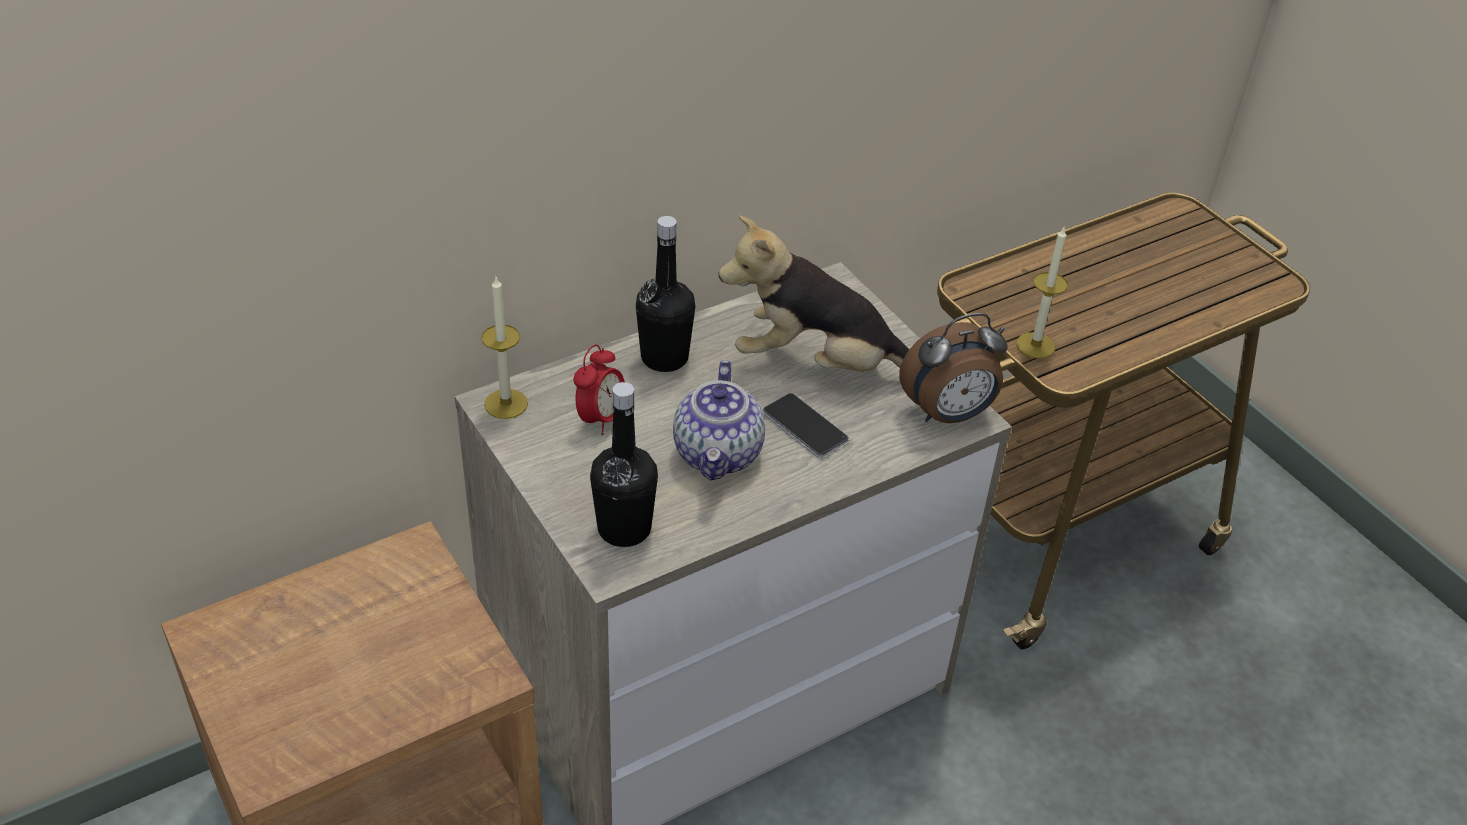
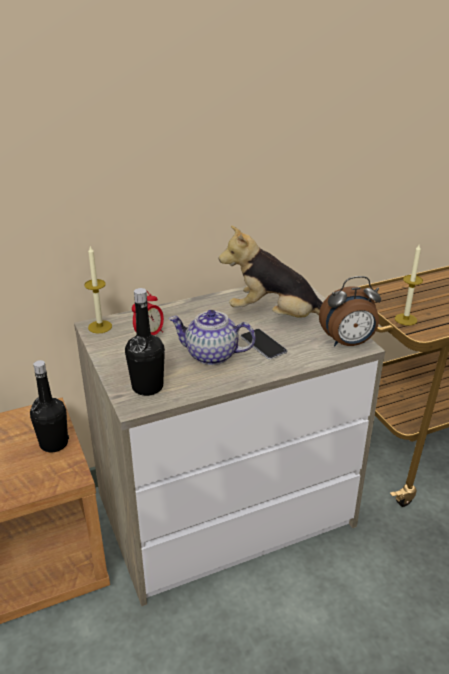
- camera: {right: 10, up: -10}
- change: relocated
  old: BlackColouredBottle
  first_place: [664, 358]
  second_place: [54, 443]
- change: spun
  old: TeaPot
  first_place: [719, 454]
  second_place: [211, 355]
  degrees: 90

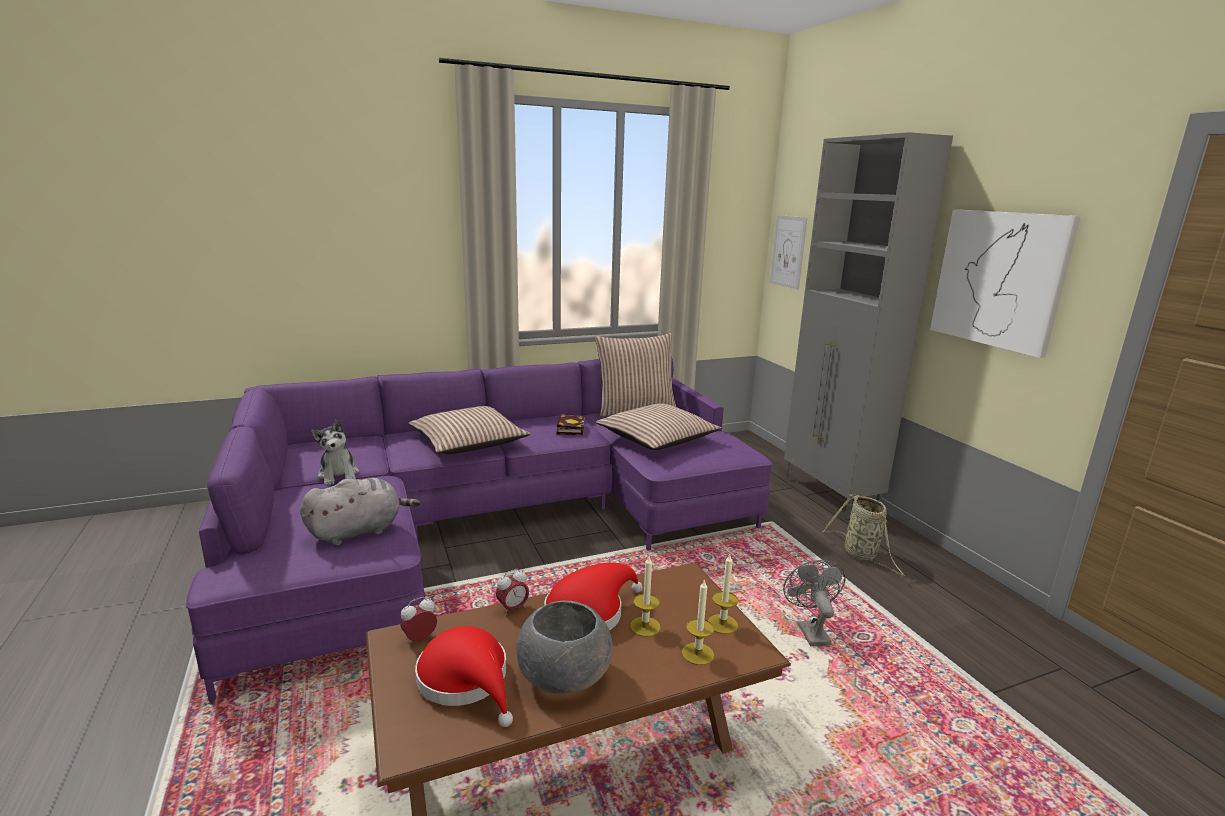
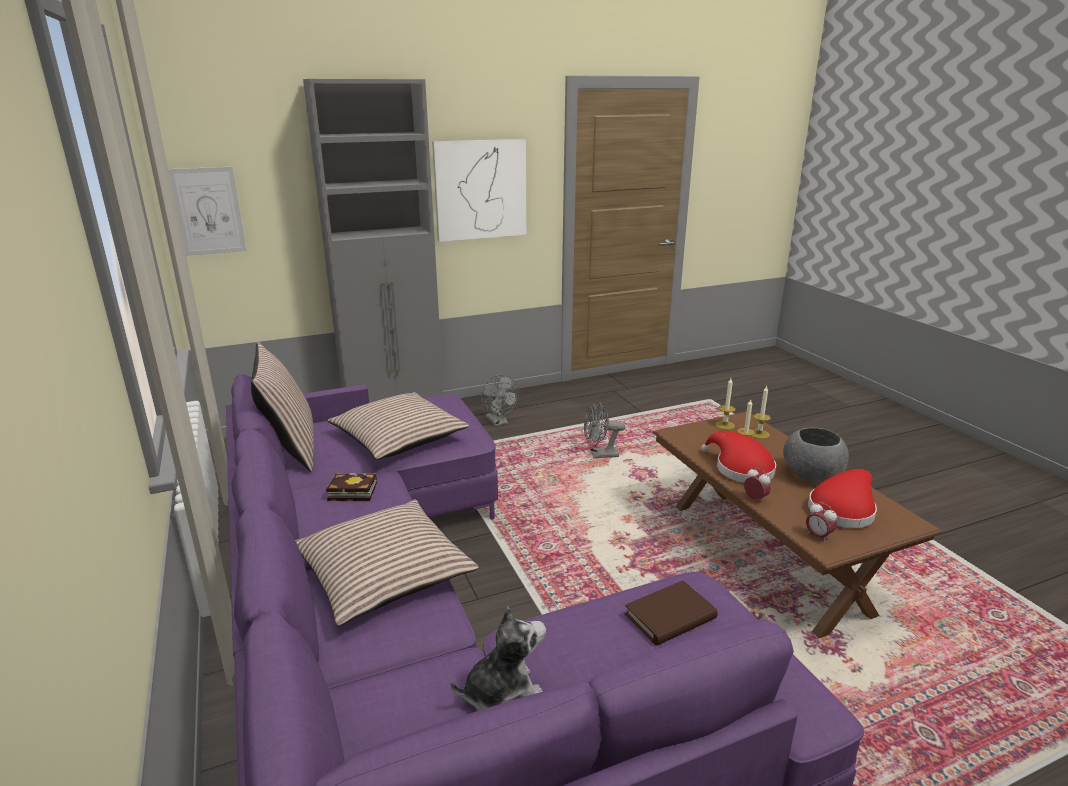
- camera: {right: -90, up: 5}
- change: exchanged
  old: GraySoftToy
  new: BrownColouredVolume
  first_place: [359, 531]
  second_place: [670, 617]
- change: exchanged
  old: StorageBasket
  new: GrayFan
  first_place: [862, 555]
  second_place: [499, 422]

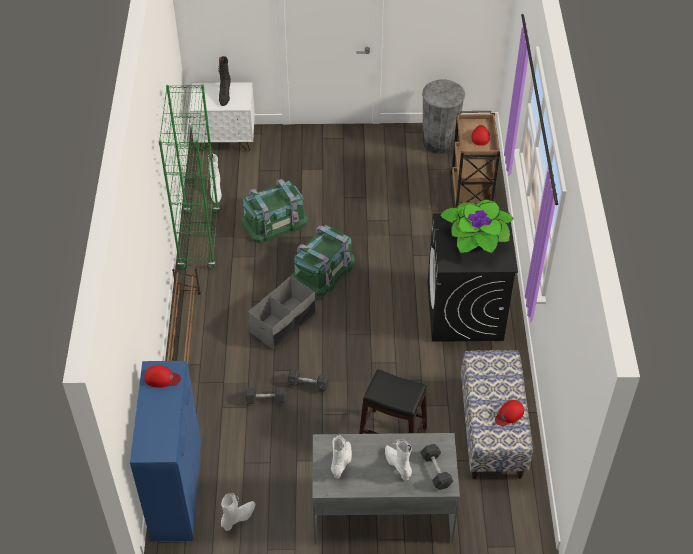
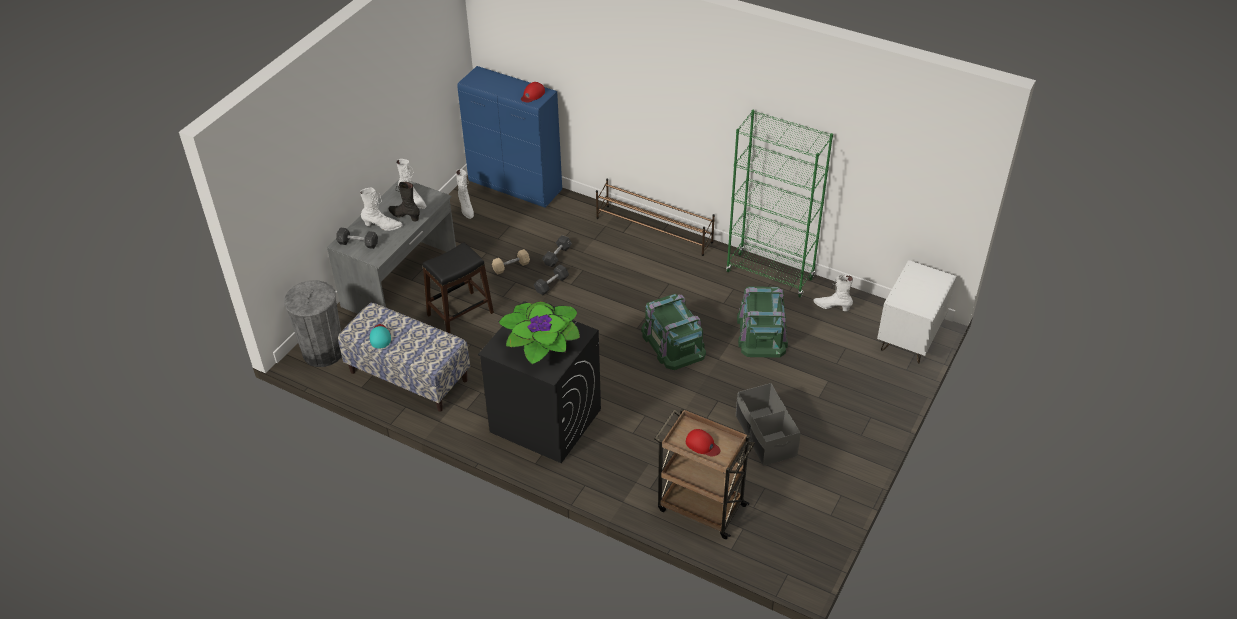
- camera: {right: 120, up: -5}
- change: appeared
  new: BeigeColouredHandWeight
  second_place: [511, 266]
- change: relocated
  old: BlackColouredHighTopBoot
  first_place: [224, 95]
  second_place: [405, 216]
- change: relocated
  old: GrayStorageBin
  first_place: [283, 323]
  second_place: [765, 436]
- change: relocated
  old: GrayTrashCan
  first_place: [439, 142]
  second_place: [323, 352]
- change: colour
  old: ReddishCap
  new: TurquoiseColouredCap
  first_place: [509, 414]
  second_place: [380, 337]

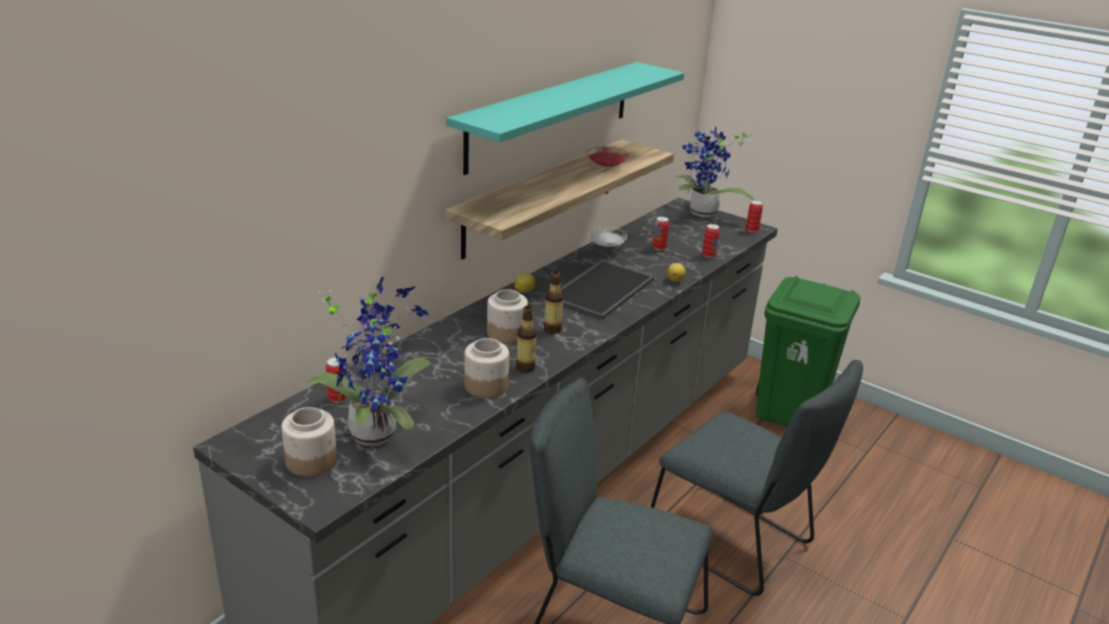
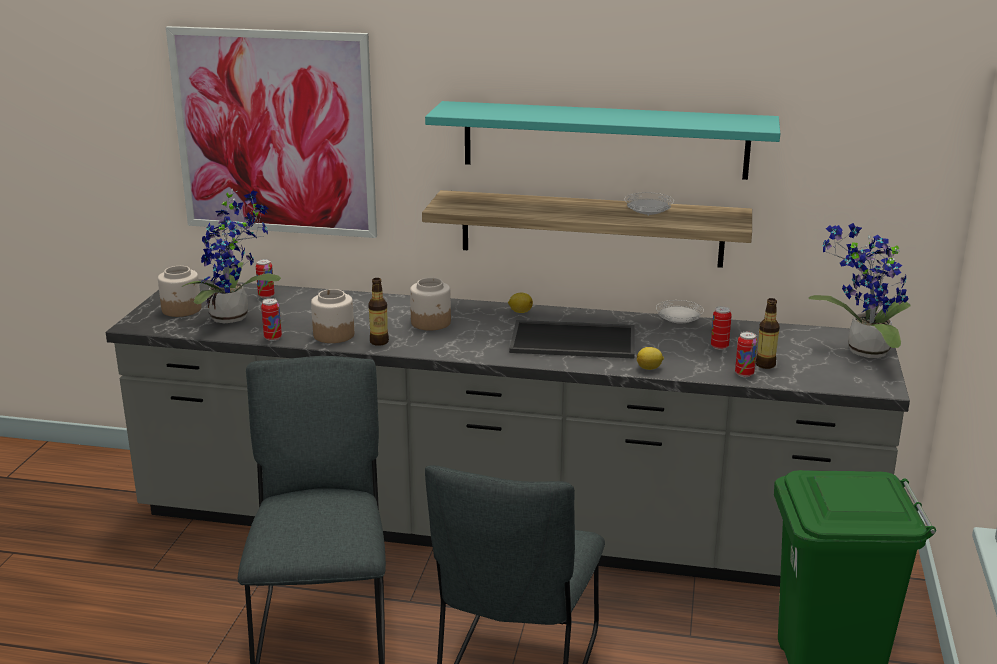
- camera: {right: 65, up: -5}
- change: appeared
  new: WallPicture
  second_place: [274, 133]
- change: relocated
  old: Bottle
  first_place: [552, 330]
  second_place: [765, 365]
- change: relocated
  old: SealedCan
  first_place: [752, 230]
  second_place: [273, 338]
- change: colour
  old: ReddishPlate
  new: WhitePlate
  first_place: [606, 166]
  second_place: [648, 215]

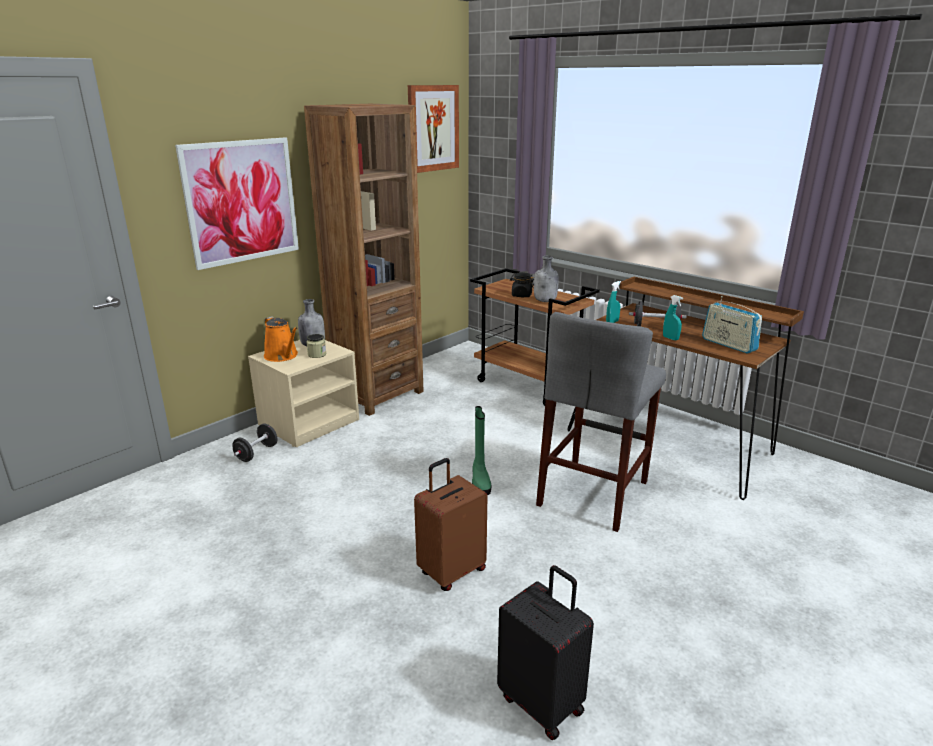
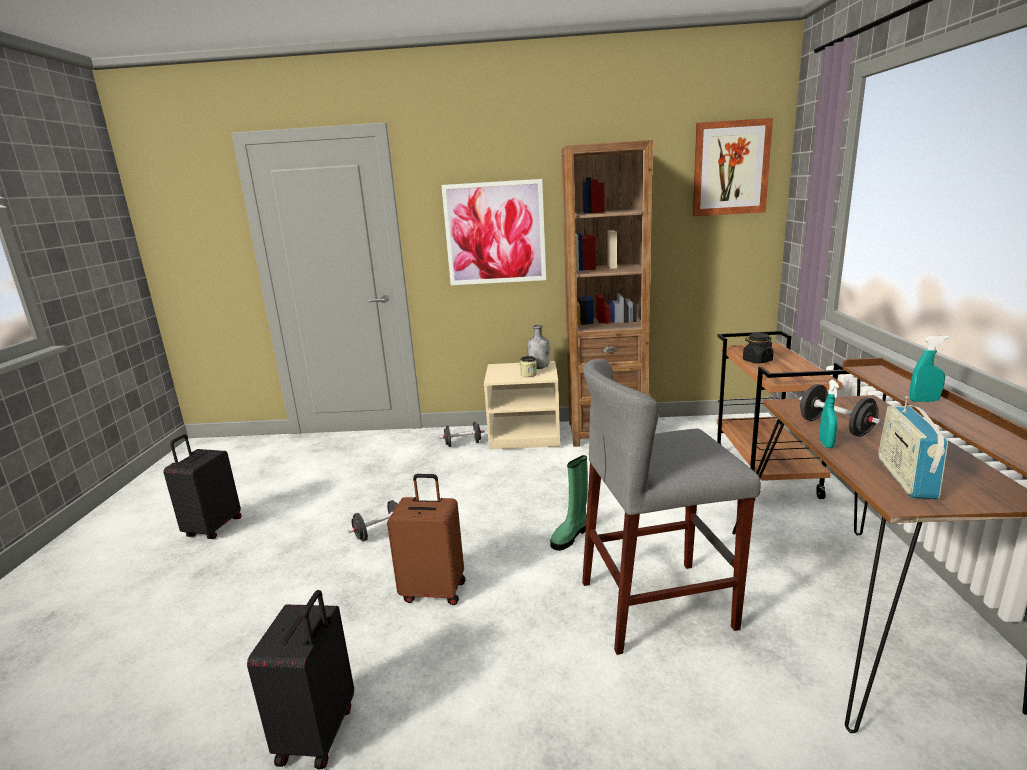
- camera: {right: 50, up: -5}
- change: missing
  old: OrangeColouredWateringCan
  first_place: [282, 356]
- change: missing
  old: GrayBottle
  first_place: [545, 301]
- change: appeared
  new: BlackColouredPieceOfLuggage
  second_place: [212, 528]
- change: appeared
  new: BlackColouredHandWeight
  second_place: [379, 532]
- change: relocated
  old: TurquoiseColouredSprayer
  first_place: [612, 322]
  second_place: [924, 401]

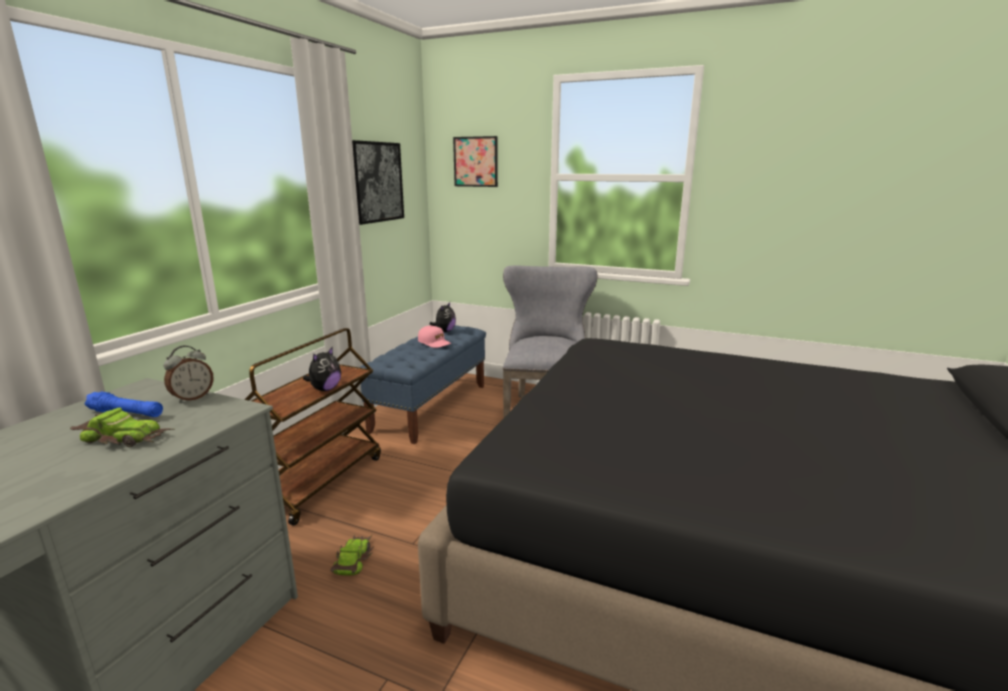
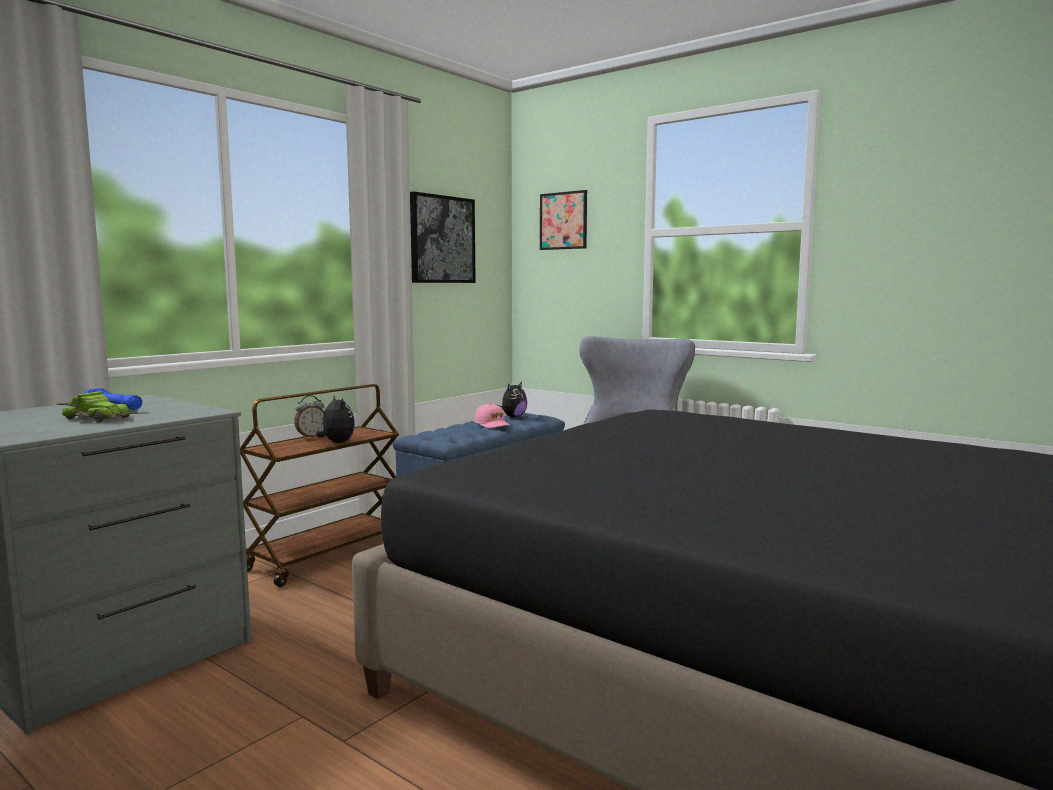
- camera: {right: 15, up: -10}
- change: missing
  old: ModelCar
  first_place: [353, 559]
- change: relocated
  old: AlarmClock
  first_place: [192, 398]
  second_place: [311, 436]
- change: spun
  old: SoftToy
  first_place: [325, 389]
  second_place: [336, 443]
  degrees: -75

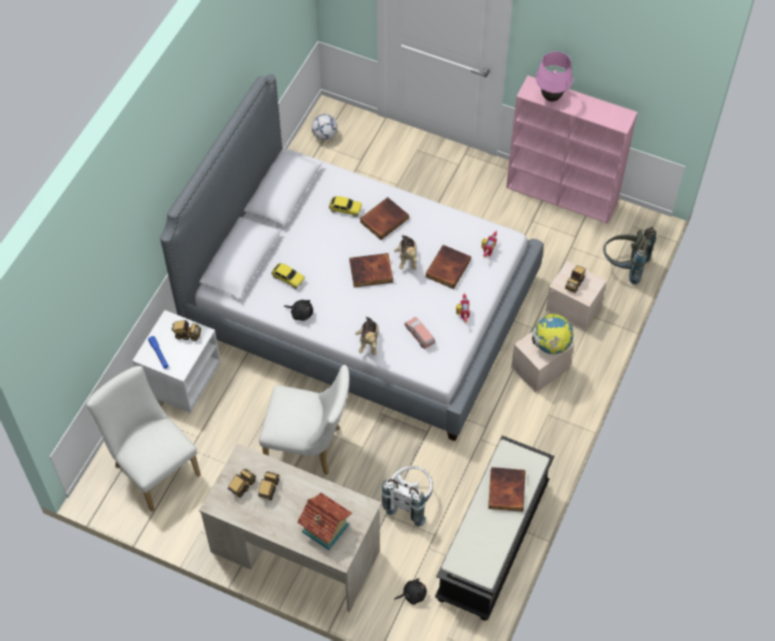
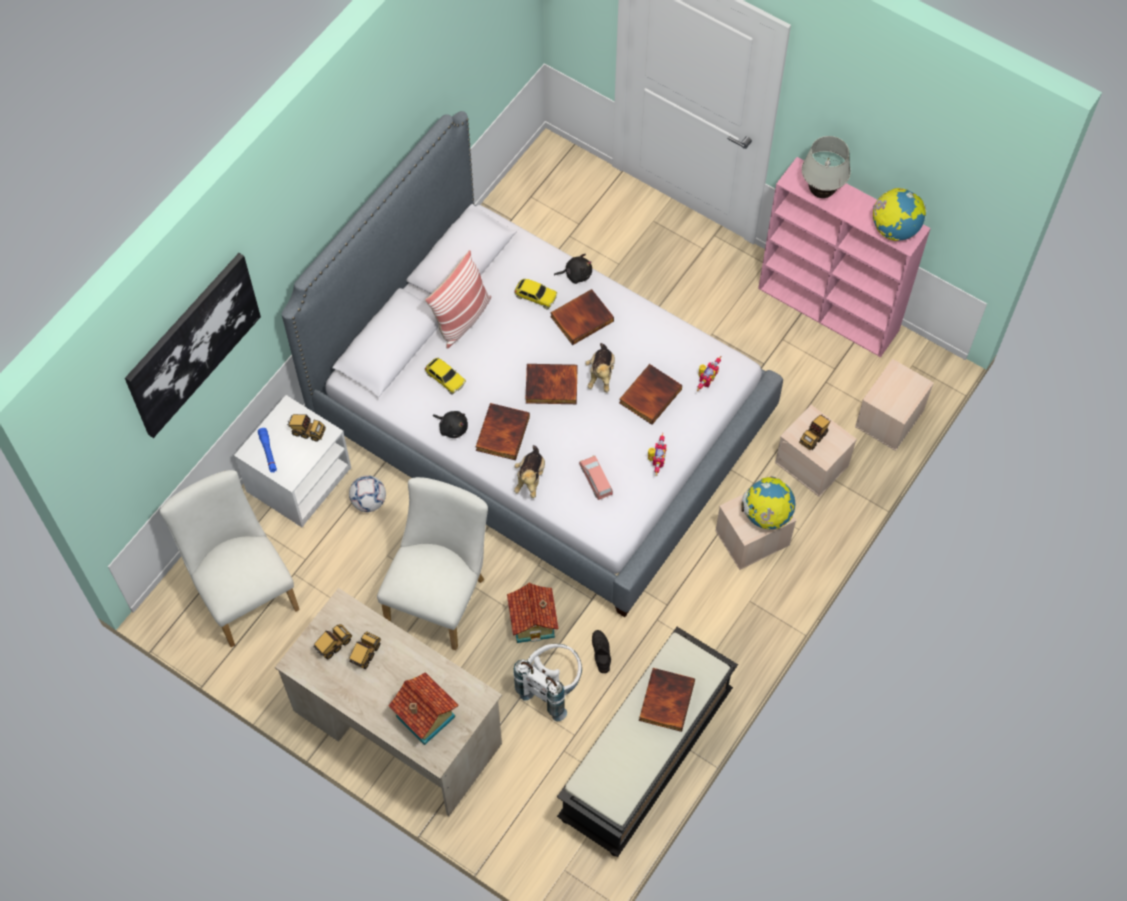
- camera: {right: 10, up: 5}
- change: appeared
  new: WallPicture
  second_place: [192, 344]
- change: appeared
  new: ThrowPillow
  second_place: [462, 318]
- change: appeared
  new: Volume
  second_place: [501, 432]
- change: appeared
  new: MiniatureHouse
  second_place: [534, 622]
- change: appeared
  new: BlackColouredLowShoe
  second_place: [601, 652]
- change: appeared
  new: DeskGlobe
  second_place: [894, 229]
- change: relocated
  old: BallForFootball
  first_place: [325, 135]
  second_place: [369, 501]
- change: relocated
  old: BlackColouredSoftToy
  first_place: [412, 595]
  second_place: [576, 274]
- change: exchanged
  old: GrayKnapsack
  new: BeigeColouredStorageBin
  first_place: [624, 267]
  second_place: [889, 419]
- change: colour
  old: PinkishTableLamp
  new: WhiteTableLamp
  first_place: [551, 97]
  second_place: [821, 192]
- change: spun
  old: WhiteUprightChair
  first_place: [309, 447]
  second_place: [440, 595]
  degrees: -90

